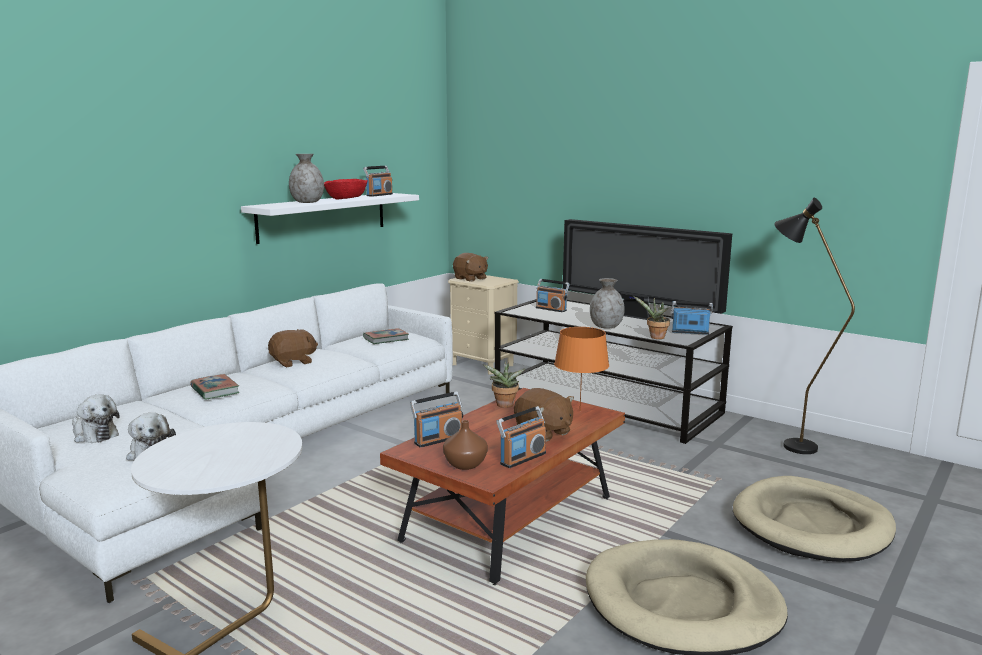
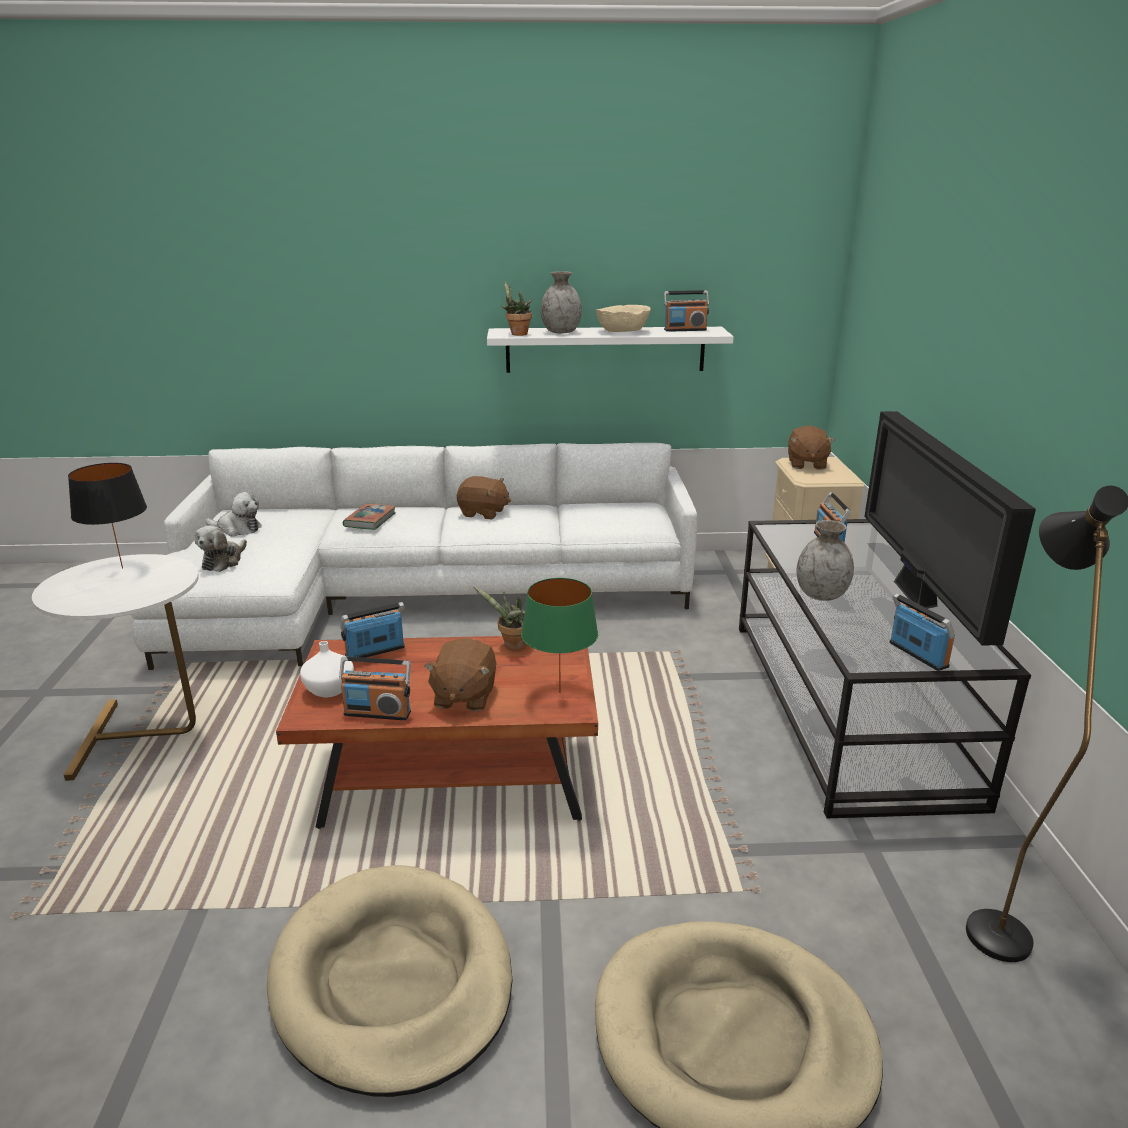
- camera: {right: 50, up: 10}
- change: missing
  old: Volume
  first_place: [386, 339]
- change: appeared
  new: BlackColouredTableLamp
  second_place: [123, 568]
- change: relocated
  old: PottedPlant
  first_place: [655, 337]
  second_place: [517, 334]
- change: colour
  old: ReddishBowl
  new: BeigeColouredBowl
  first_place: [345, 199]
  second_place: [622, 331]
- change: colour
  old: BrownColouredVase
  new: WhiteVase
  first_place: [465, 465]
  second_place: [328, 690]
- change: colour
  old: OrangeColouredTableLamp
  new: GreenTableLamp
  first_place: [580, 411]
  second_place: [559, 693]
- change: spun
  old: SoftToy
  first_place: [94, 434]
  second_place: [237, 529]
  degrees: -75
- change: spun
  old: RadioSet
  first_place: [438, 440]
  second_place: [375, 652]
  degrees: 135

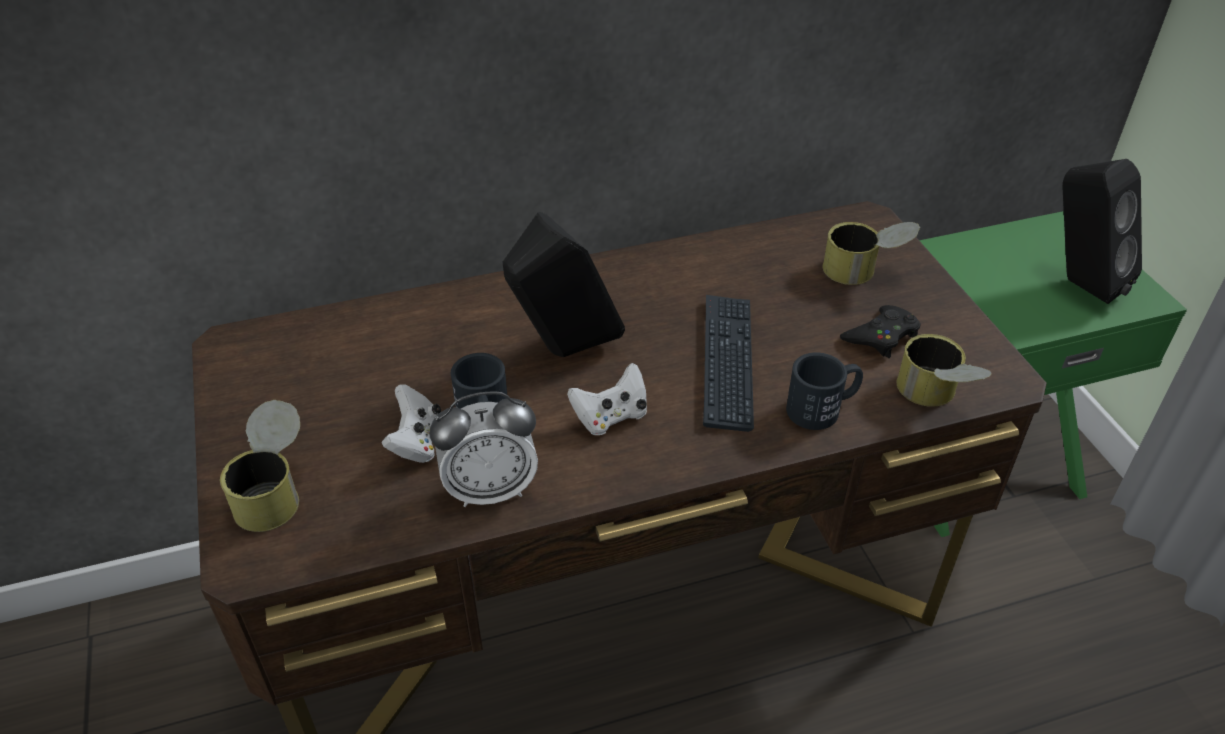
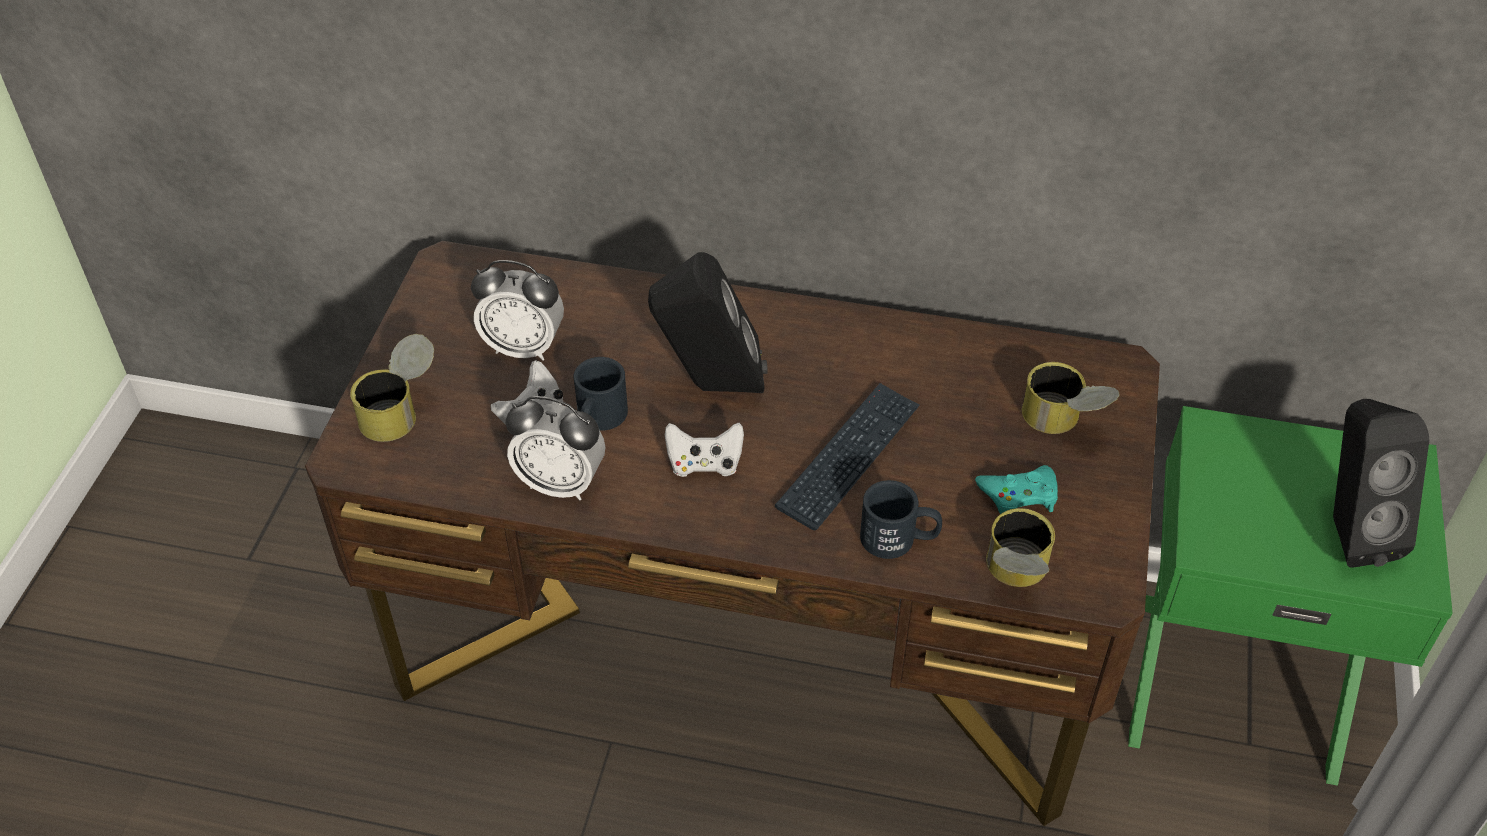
- camera: {right: 30, up: 5}
- change: appeared
  new: AlarmClock
  second_place: [523, 347]
- change: colour
  old: BlackColouredJoypad
  new: TurquoiseColouredJoypad
  first_place: [881, 336]
  second_place: [1019, 495]

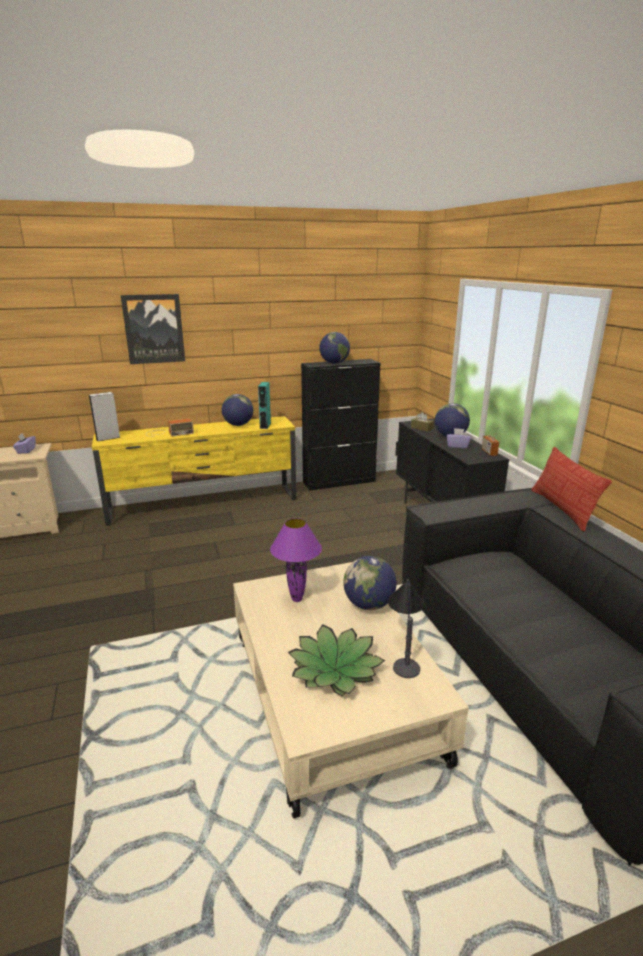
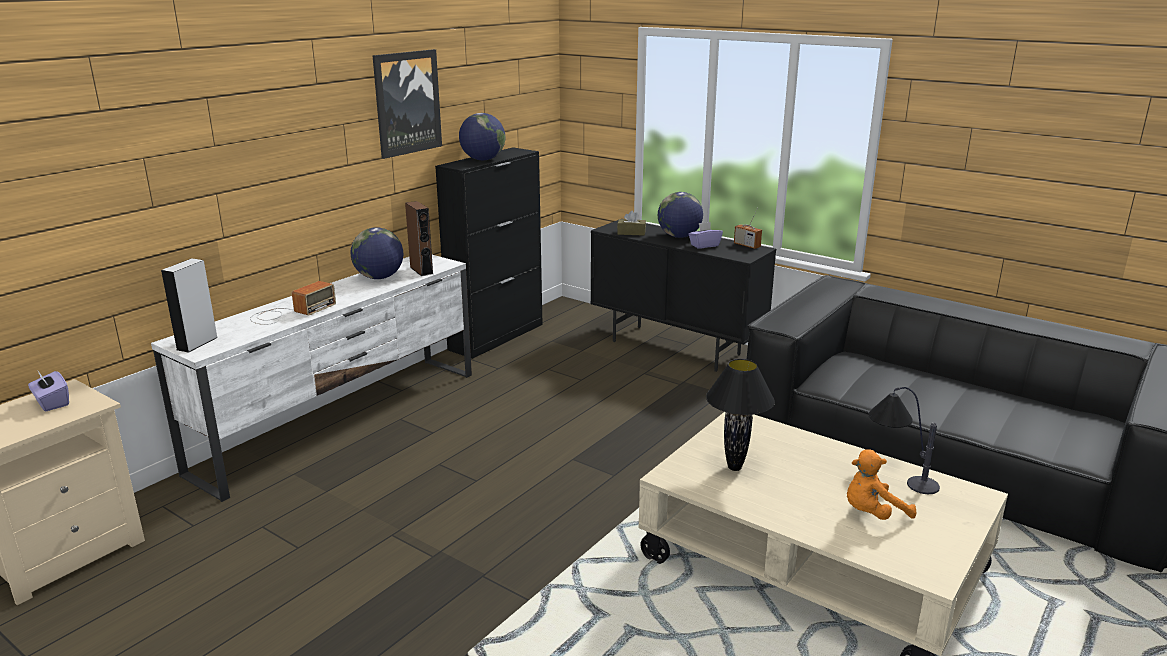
- camera: {right: -35, up: 0}
- change: missing
  old: DeskGlobe
  first_place: [369, 604]
- change: missing
  old: ThrowPillow
  first_place: [562, 509]
- change: relocated
  old: WallPicture
  first_place: [154, 329]
  second_place: [407, 103]
- change: exchanged
  old: PottedPlant
  new: OrangeColouredSoftToy
  first_place: [335, 669]
  second_place: [872, 513]
- change: colour
  old: YellowishTvStand
  new: WhiteTvStand
  first_place: [204, 504]
  second_place: [343, 420]
- change: colour
  old: TurquoiseColouredLoudspeaker
  new: BrownColouredLoudspeaker
  first_place: [265, 425]
  second_place: [421, 270]
- change: colour
  old: PurpleTableLamp
  new: BlackColouredTableLamp
  first_place: [297, 599]
  second_place: [734, 467]

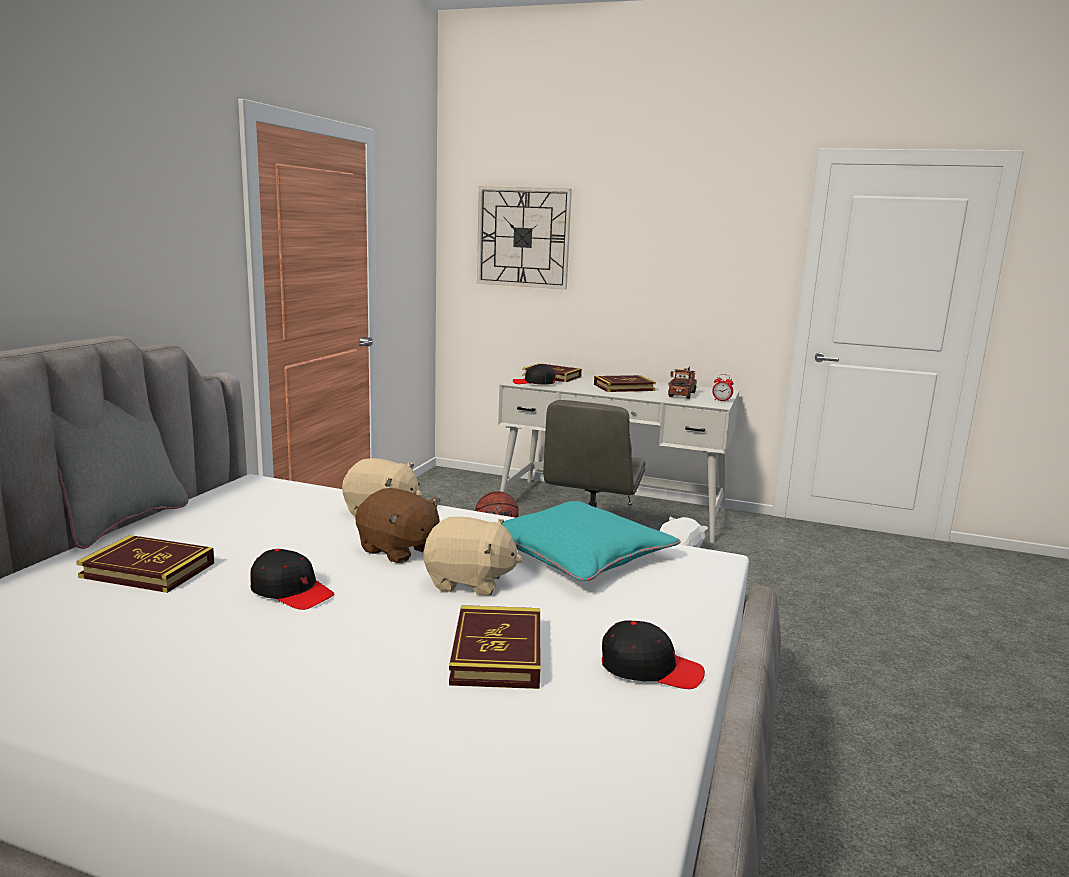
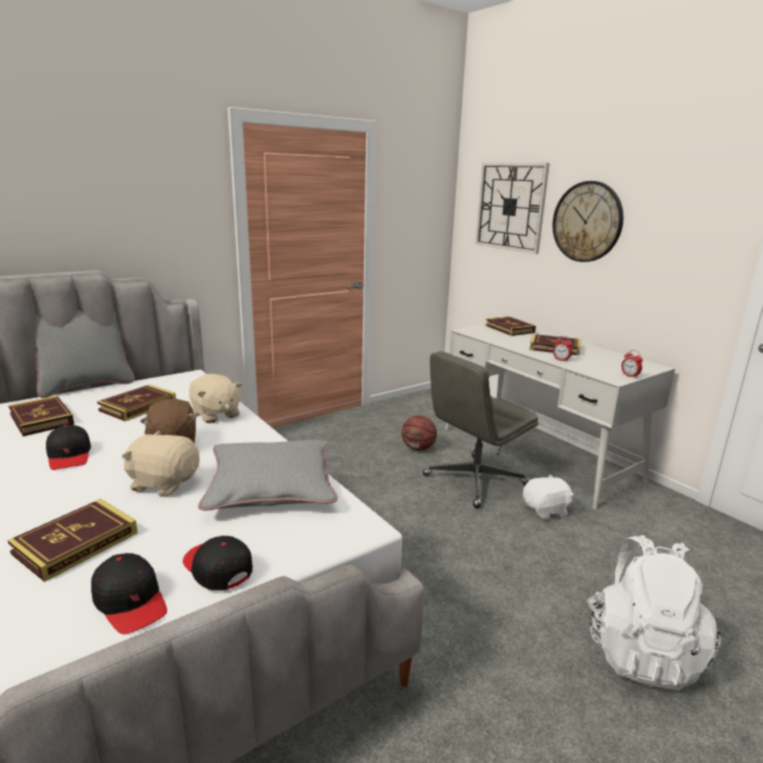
- camera: {right: 35, up: 5}
- change: missing
  old: ModelTruck
  first_place: [683, 394]
- change: appeared
  new: Volume
  second_place: [138, 406]
- change: appeared
  new: ClockOnTheWall
  second_place: [587, 222]
- change: appeared
  new: AlarmClock
  second_place: [561, 360]
- change: appeared
  new: WhiteKnapsack
  second_place: [641, 651]
- change: relocated
  old: BlackColouredCap
  first_place: [534, 383]
  second_place: [217, 568]
- change: colour
  old: TurquoiseColouredThrowPillow
  new: GrayThrowPillow
  first_place: [577, 553]
  second_place: [271, 485]
- change: spun
  old: BeigeColouredSoftToy
  first_place: [469, 582]
  second_place: [164, 483]
  degrees: 150

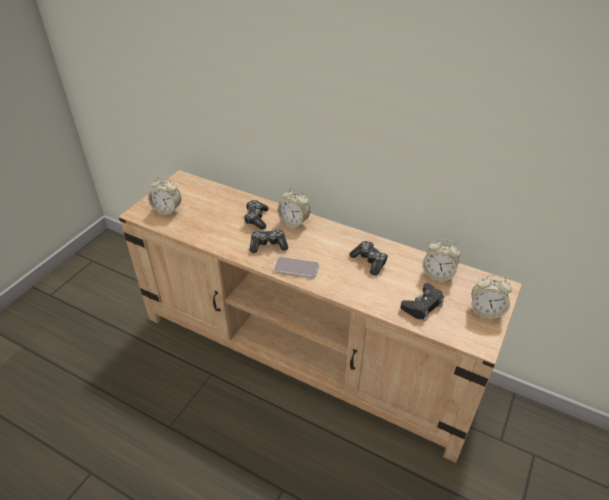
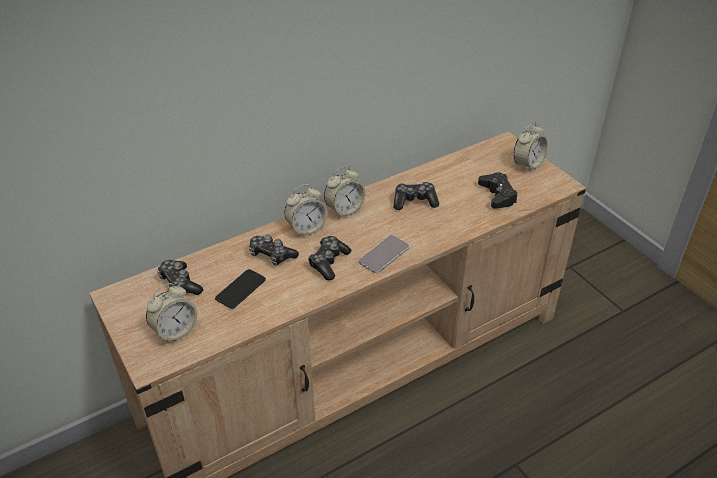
- camera: {right: -60, up: 0}
- change: appeared
  new: Joypad
  second_place: [180, 284]
- change: appeared
  new: Handset
  second_place: [240, 289]
- change: relocated
  old: AlarmClock
  first_place: [437, 275]
  second_place: [344, 210]

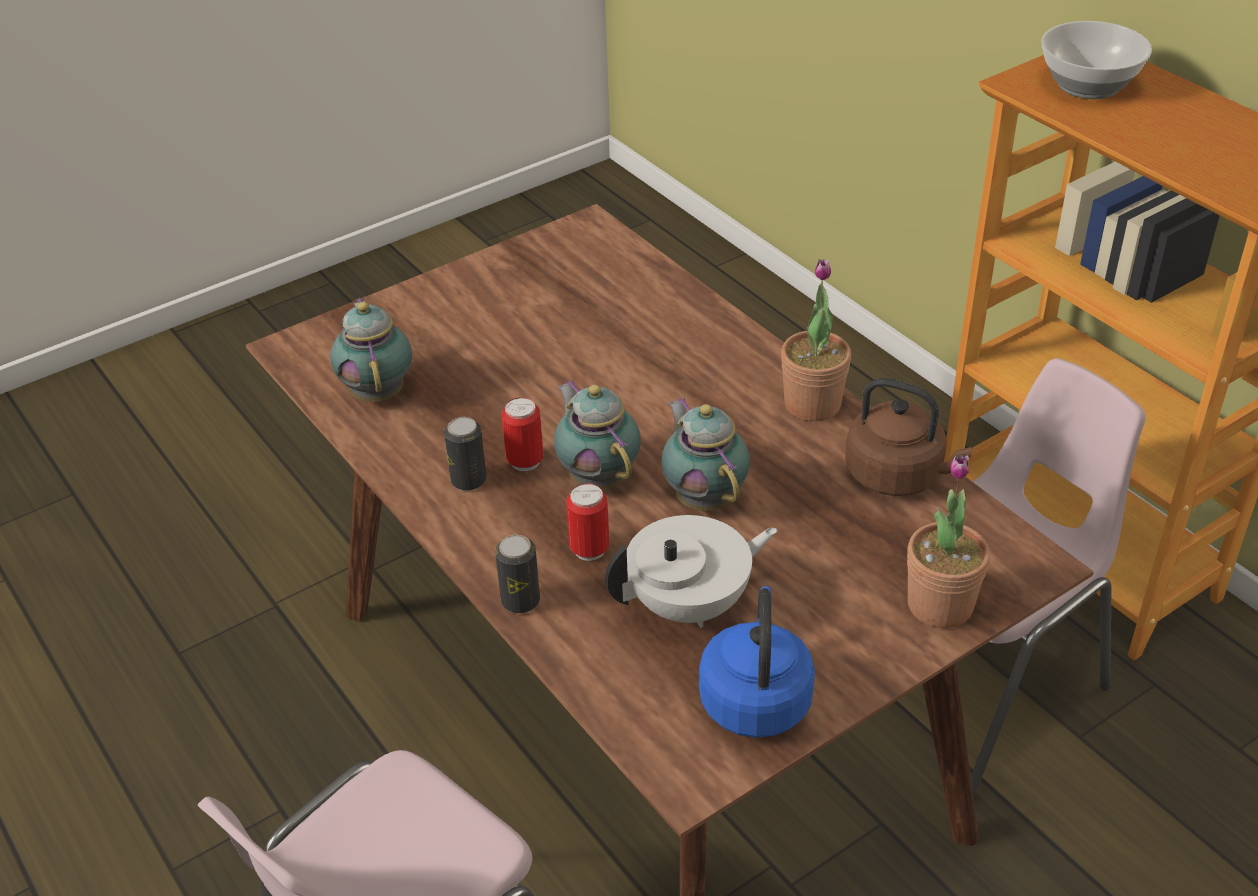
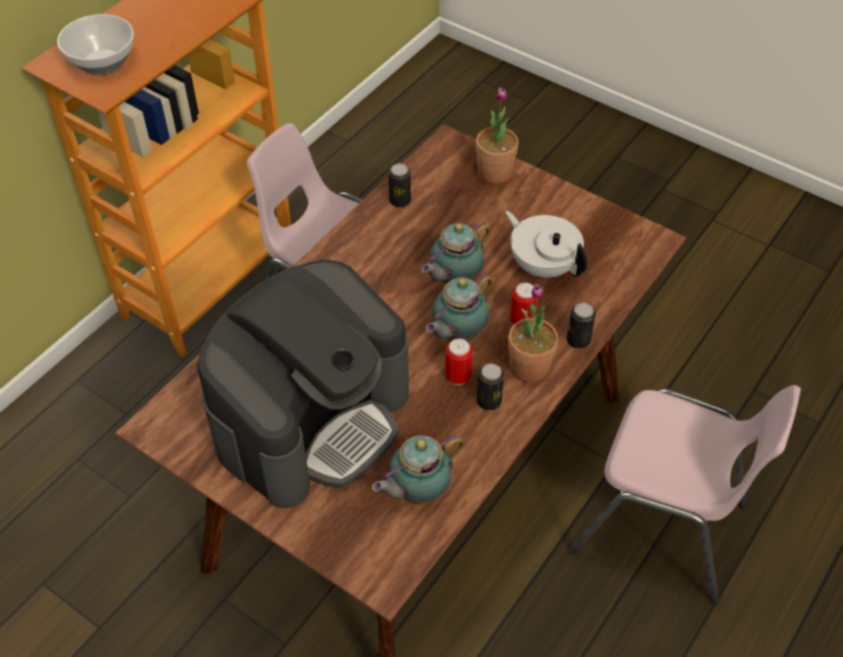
- camera: {right: -110, up: 10}
- change: missing
  old: BluishWaterKettle
  first_place: [755, 698]
- change: appeared
  new: CoffeeMaker
  second_place: [312, 419]
- change: relocated
  old: PottedPlant
  first_place: [812, 404]
  second_place: [529, 367]
- change: exchanged
  old: BrownColouredWaterKettle
  new: SealedCan
  first_place: [898, 476]
  second_place: [400, 201]

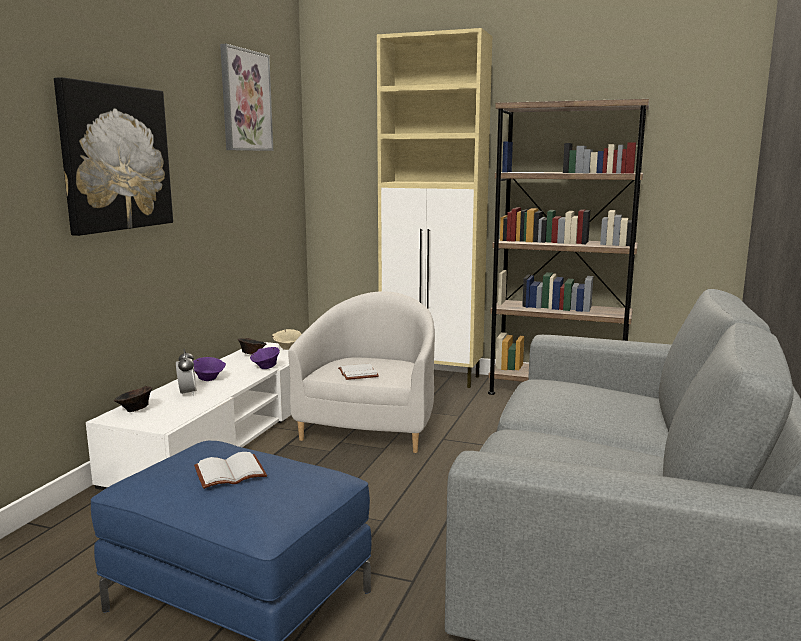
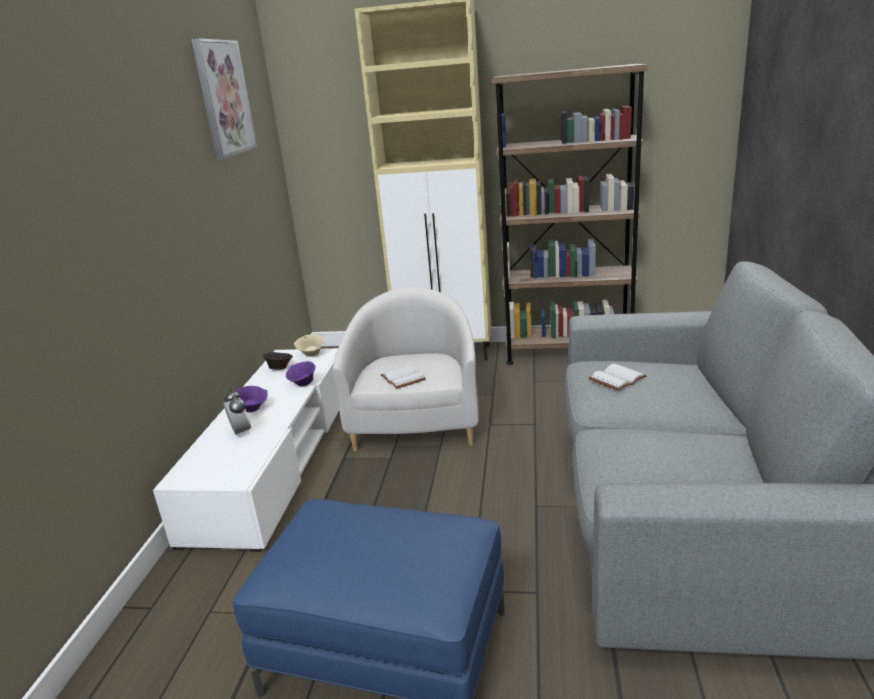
- camera: {right: -10, up: 10}
- change: missing
  old: WallPicture
  first_place: [115, 158]
- change: missing
  old: BrownColouredBowl
  first_place: [135, 410]
- change: relocated
  old: WhiteVolume
  first_place: [231, 472]
  second_place: [616, 378]

